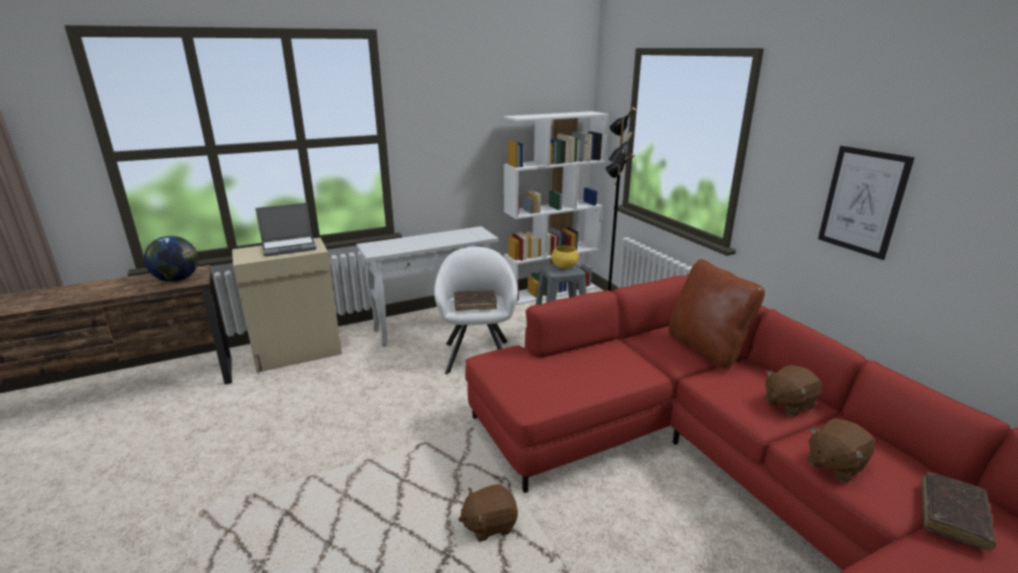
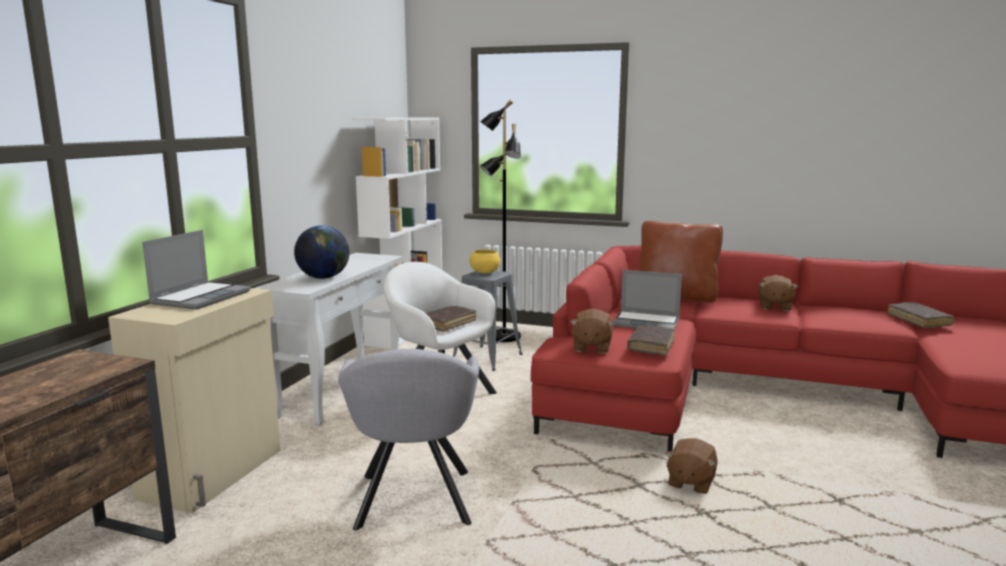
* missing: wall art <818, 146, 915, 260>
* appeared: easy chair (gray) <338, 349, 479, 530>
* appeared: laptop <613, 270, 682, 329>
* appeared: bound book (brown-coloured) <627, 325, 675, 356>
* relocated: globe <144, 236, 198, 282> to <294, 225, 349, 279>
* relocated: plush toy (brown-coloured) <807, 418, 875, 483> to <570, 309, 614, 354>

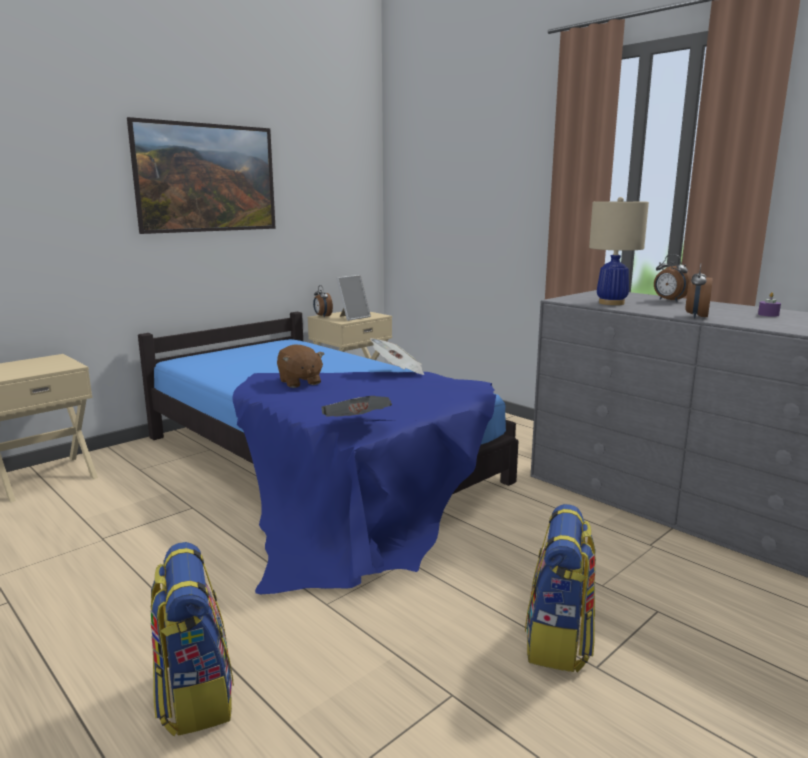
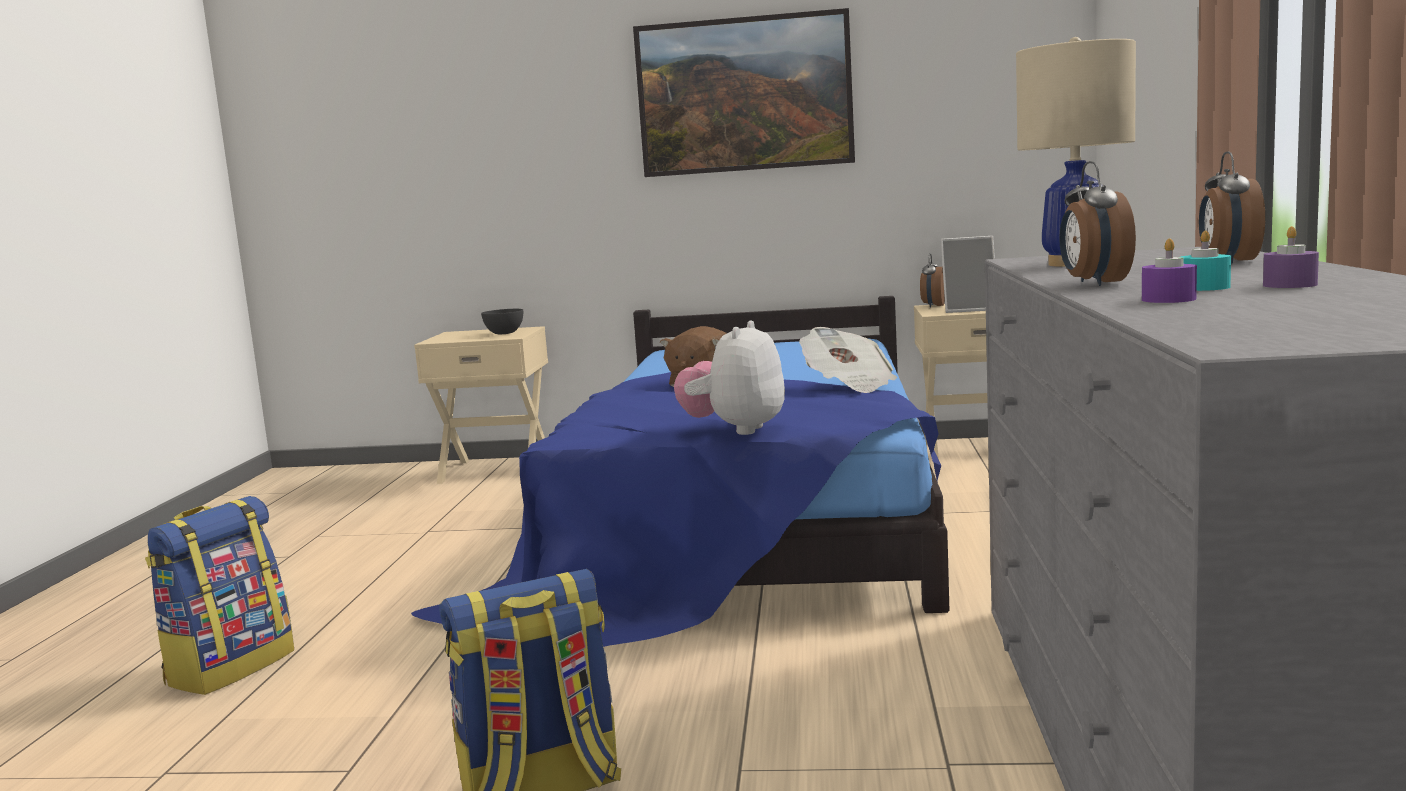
* missing: newspaper <321, 396, 392, 417>
* appeared: bowl (gray) <481, 309, 523, 334>
* appeared: plush toy <674, 321, 785, 435>
* appeared: wax candle (purple-coloured) <1142, 239, 1197, 303>
* appeared: wax candle (blue-green) <1181, 230, 1231, 291>
* spun: table clock <685, 264, 713, 318> = <1059, 161, 1136, 286> 75 degrees counterclockwise

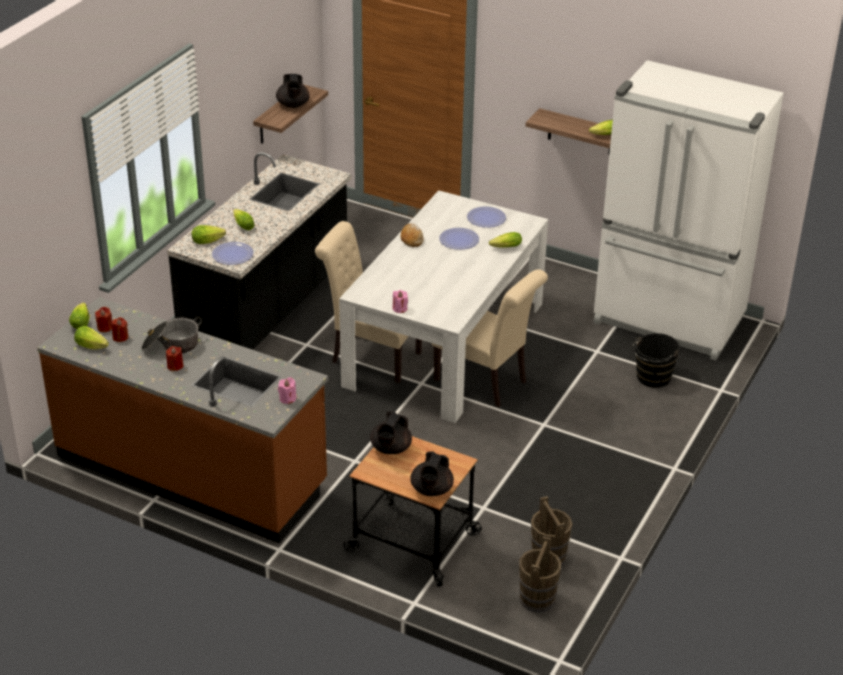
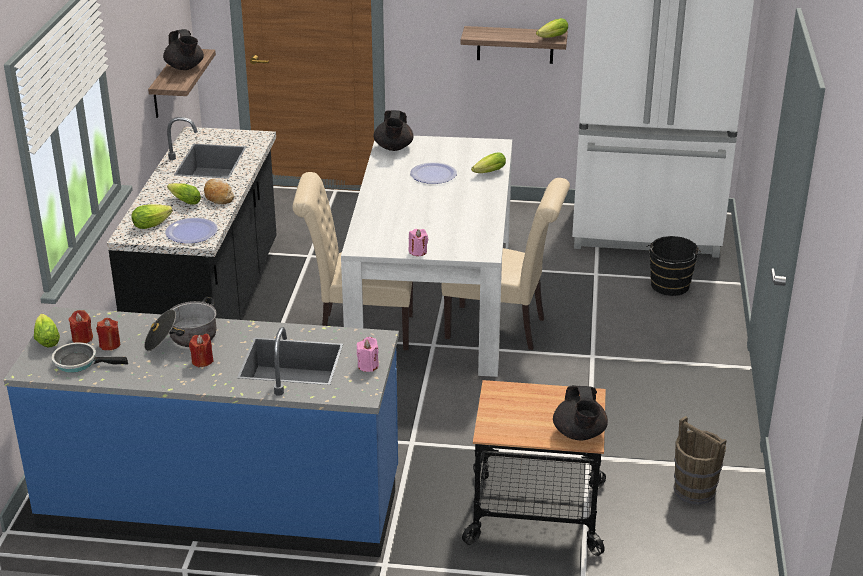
* missing: flat dish <467, 206, 506, 228>
* missing: bucket (brown-coloured) <519, 536, 561, 612>
* relocated: tea pot (blackish) <370, 411, 412, 454> to <374, 110, 414, 151>
* relocated: bakery bread <401, 223, 424, 247> to <204, 178, 234, 204>
* exchanged: lettuce head <74, 326, 109, 349> to frying pan <52, 342, 128, 372>
* colour: kitchen counter (brown-coloured) <37, 297, 328, 544> to kitchen counter (blue) <4, 307, 399, 557>

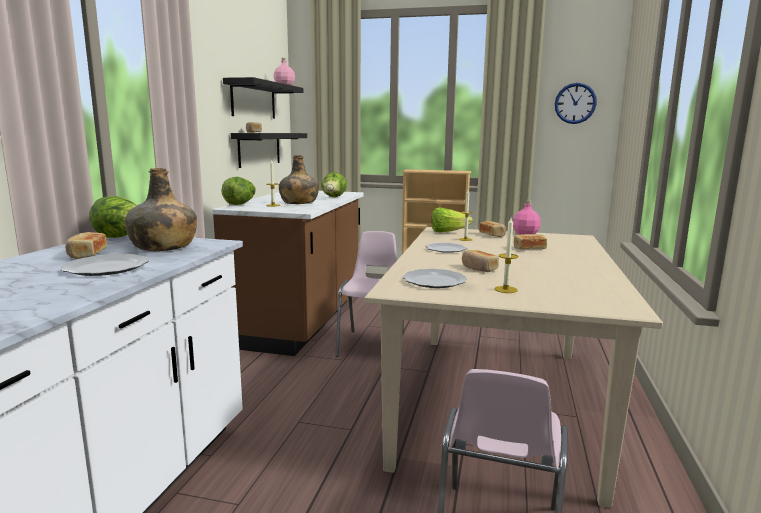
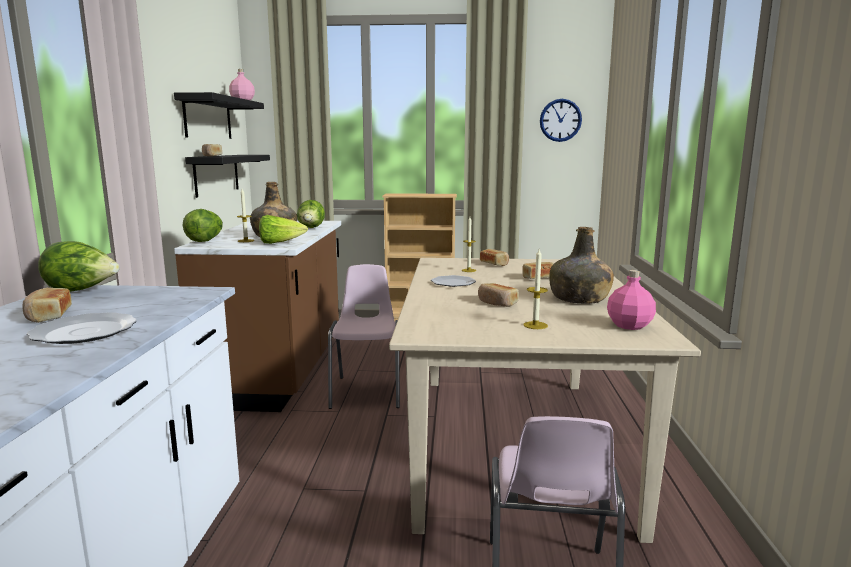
* missing: flat dish <403, 269, 467, 288>
* relocated: beverage bottle (greenish) <125, 168, 197, 251> to <549, 227, 614, 304>
* relocated: lettuce head <432, 207, 473, 232> to <259, 215, 308, 244>
* relocated: beverage bottle (pink) <513, 200, 541, 235> to <607, 270, 656, 330>

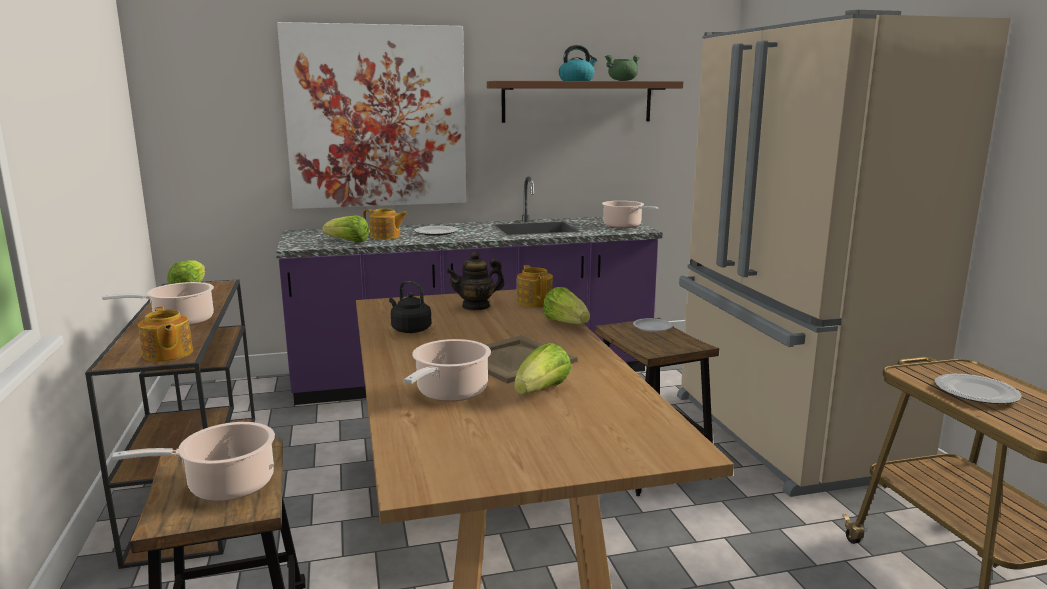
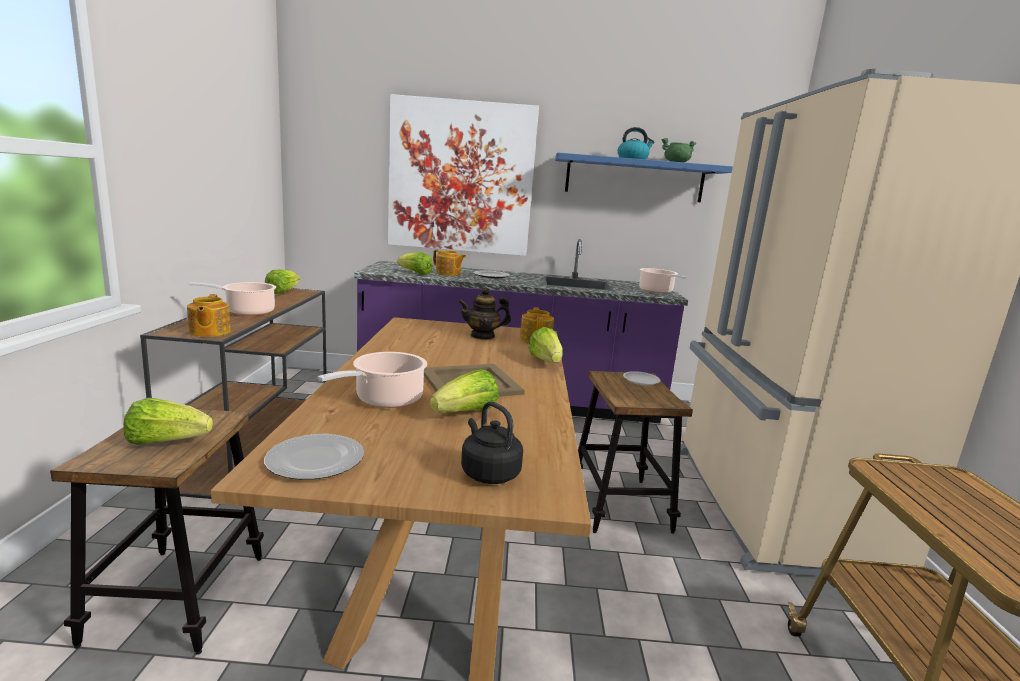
* relocated: tea kettle (blackish) <389, 281, 432, 333> to <461, 401, 523, 484>
* relocated: flat dish <934, 374, 1022, 404> to <264, 434, 364, 480>
* exchanged: cooking pot <112, 422, 275, 501> to lettuce head <123, 398, 213, 445>
* colour: shelf (brown-coloured) <487, 81, 683, 123> to shelf (blue) <555, 153, 733, 202>

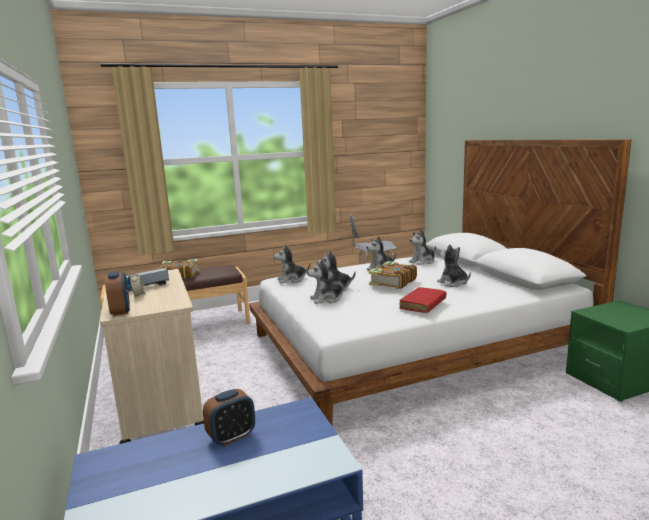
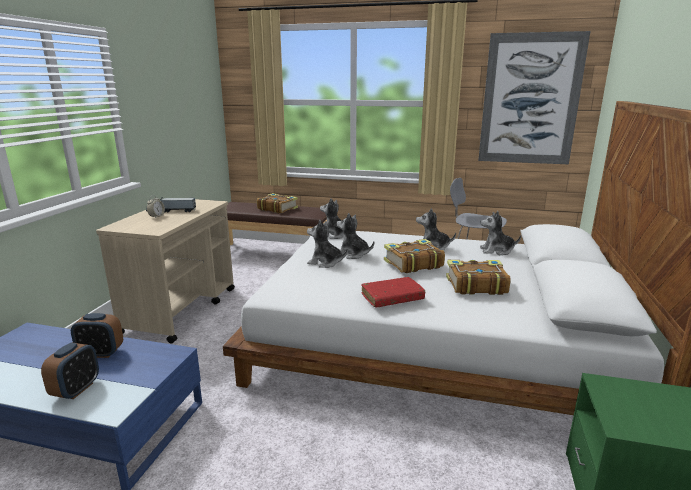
* appeared: wall art <478, 31, 590, 164>
* relocated: table clock <105, 271, 130, 316> to <41, 343, 99, 399>
* exchanged: plush toy <437, 244, 471, 287> to bound book <446, 260, 511, 295>

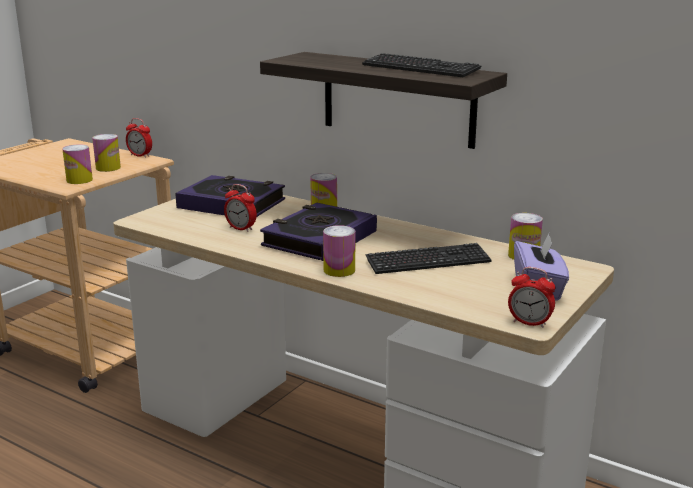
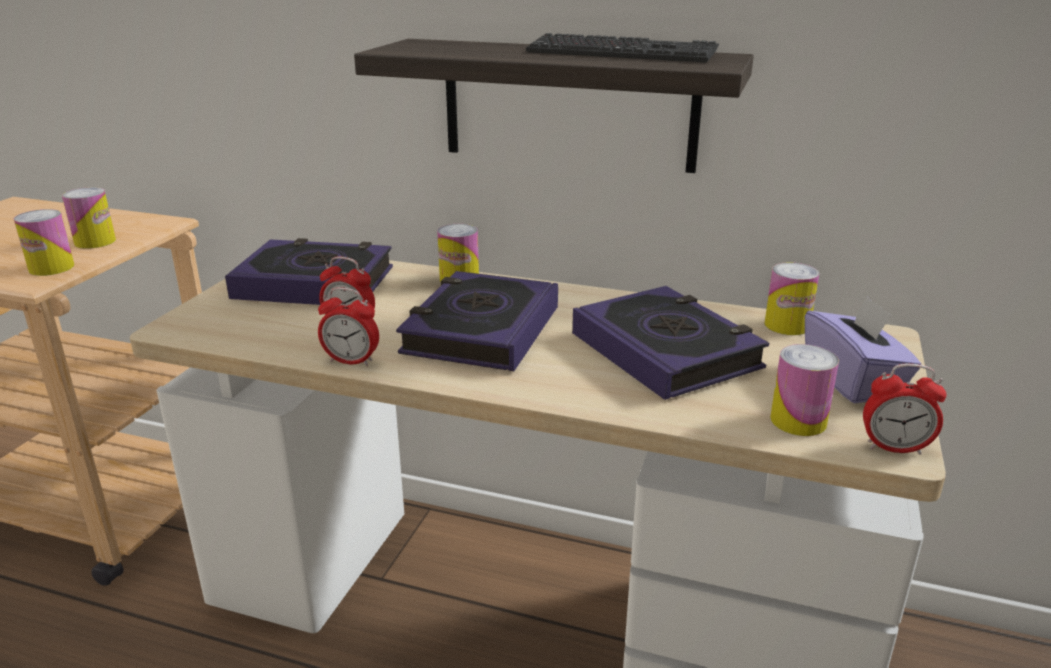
* relocated: table clock <126, 118, 152, 158> to <318, 287, 379, 366>
* relocated: metal can <323, 225, 355, 277> to <770, 344, 839, 436>
* exchanged: PC keyboard <366, 243, 492, 274> to bound book <572, 286, 769, 400>

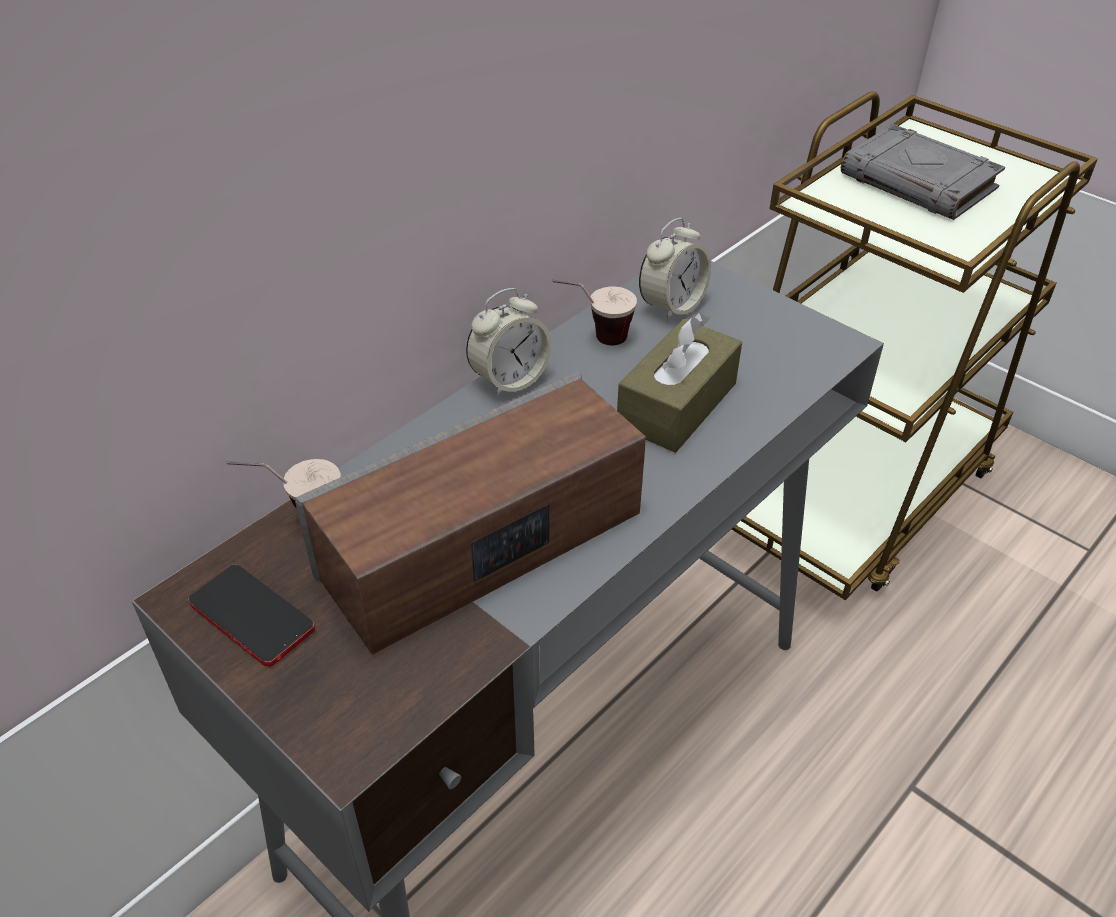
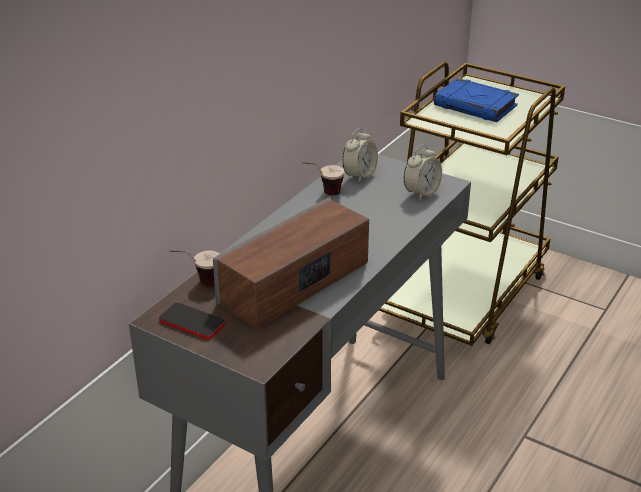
* missing: box of tissues (brown-coloured) <617, 313, 742, 453>
* relocated: table clock <466, 288, 551, 398> to <404, 144, 442, 200>
* colour: bound book (gray) <841, 124, 1005, 220> to bound book (blue) <434, 78, 519, 122>

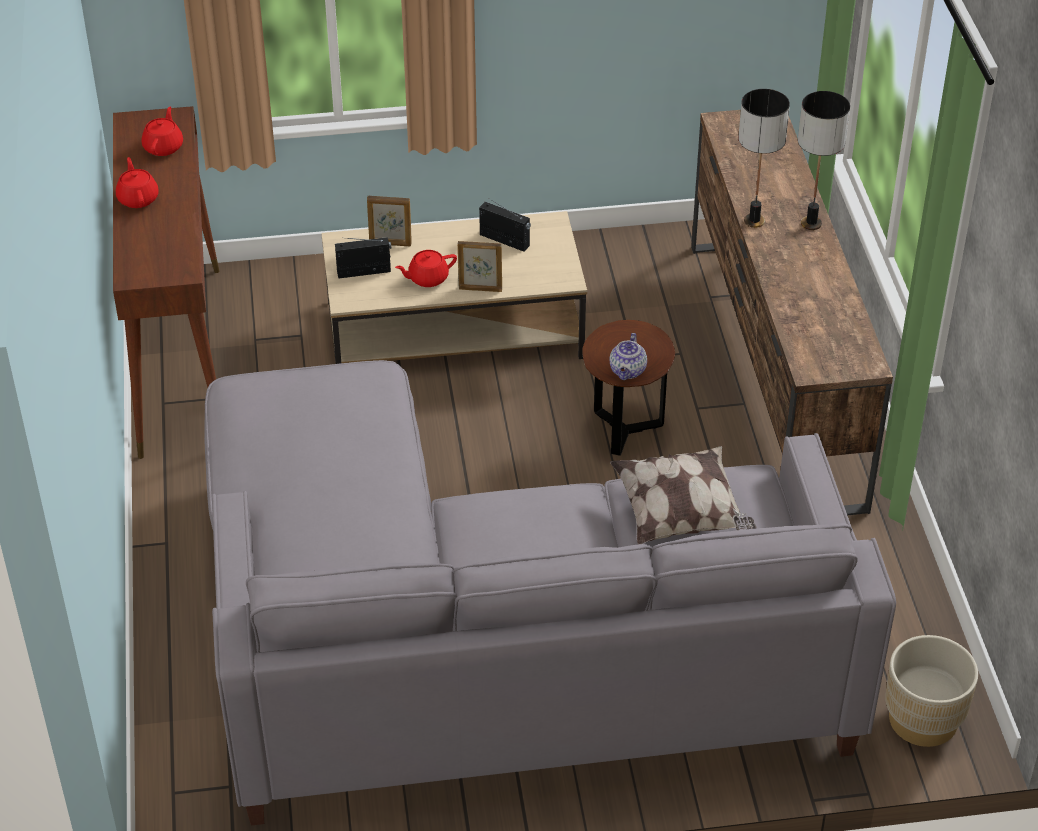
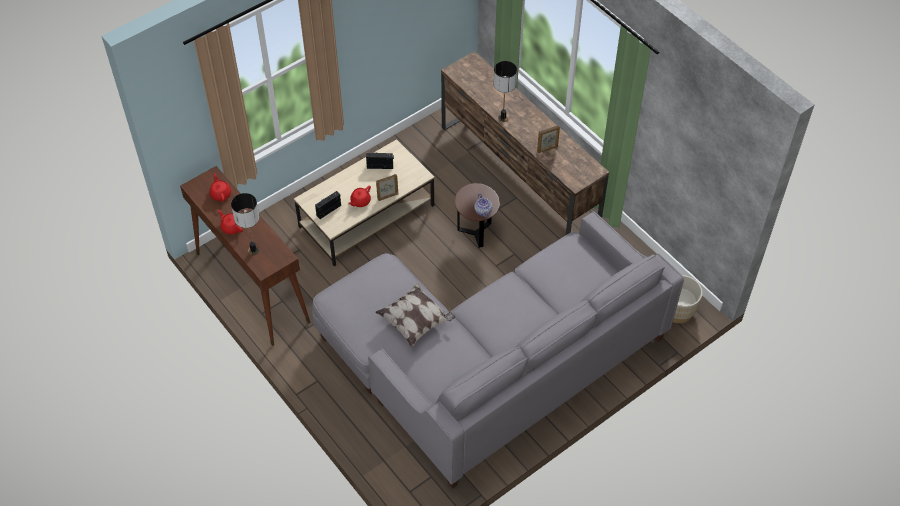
* relocated: photo frame <367, 196, 412, 246> to <537, 125, 560, 153>
* relocated: pillow <610, 446, 756, 544> to <375, 282, 455, 347>
* relocated: table lamp <798, 91, 850, 230> to <231, 193, 260, 256>

